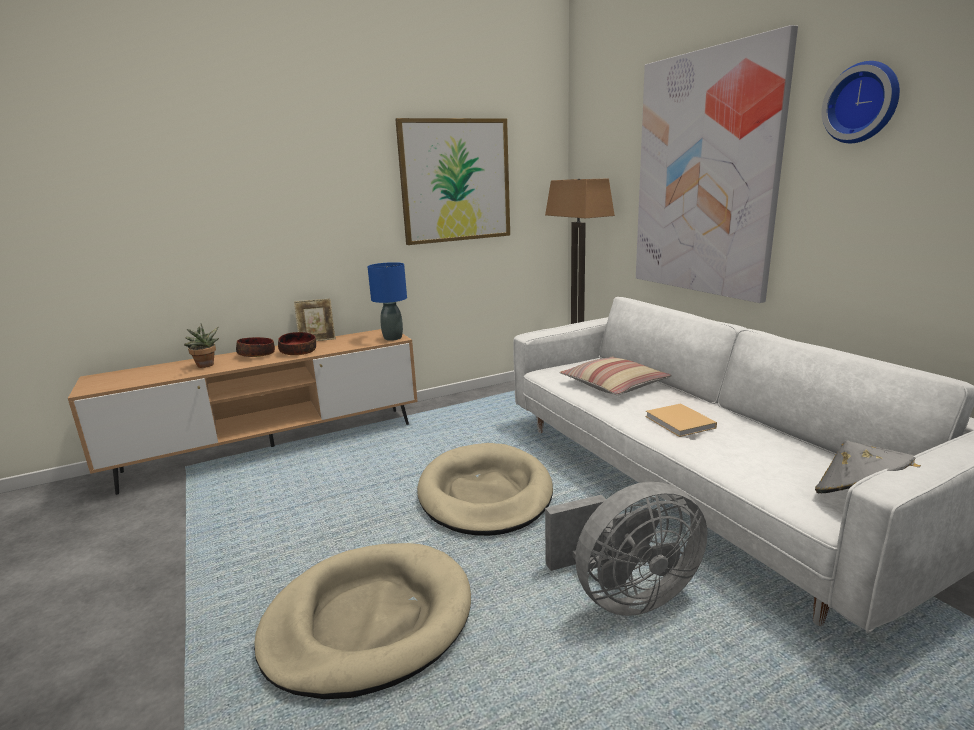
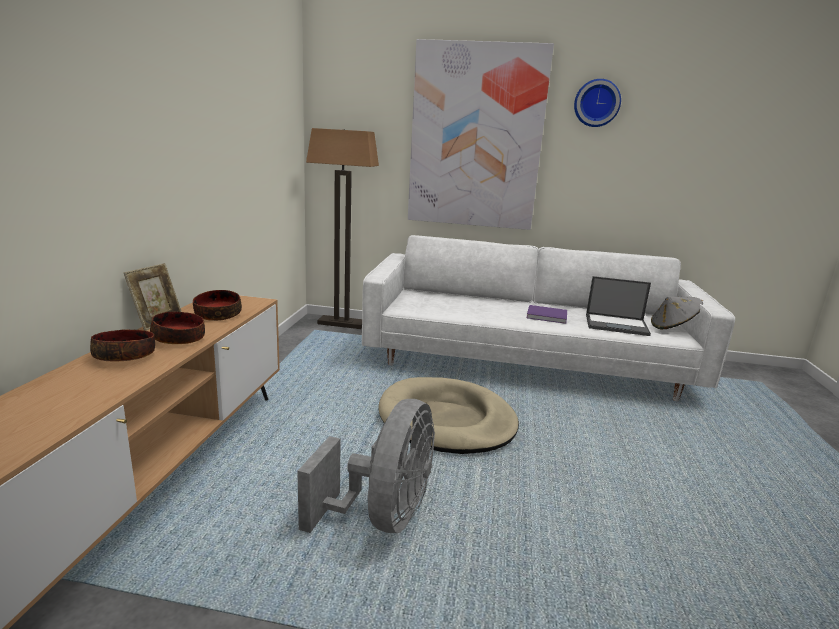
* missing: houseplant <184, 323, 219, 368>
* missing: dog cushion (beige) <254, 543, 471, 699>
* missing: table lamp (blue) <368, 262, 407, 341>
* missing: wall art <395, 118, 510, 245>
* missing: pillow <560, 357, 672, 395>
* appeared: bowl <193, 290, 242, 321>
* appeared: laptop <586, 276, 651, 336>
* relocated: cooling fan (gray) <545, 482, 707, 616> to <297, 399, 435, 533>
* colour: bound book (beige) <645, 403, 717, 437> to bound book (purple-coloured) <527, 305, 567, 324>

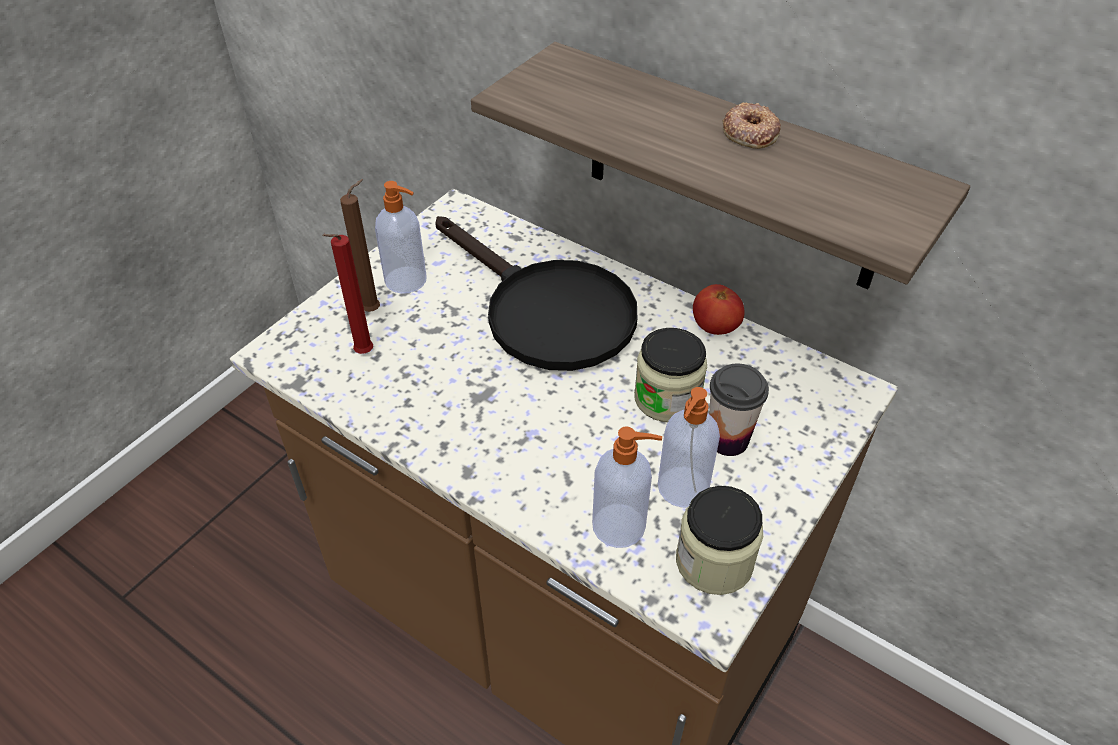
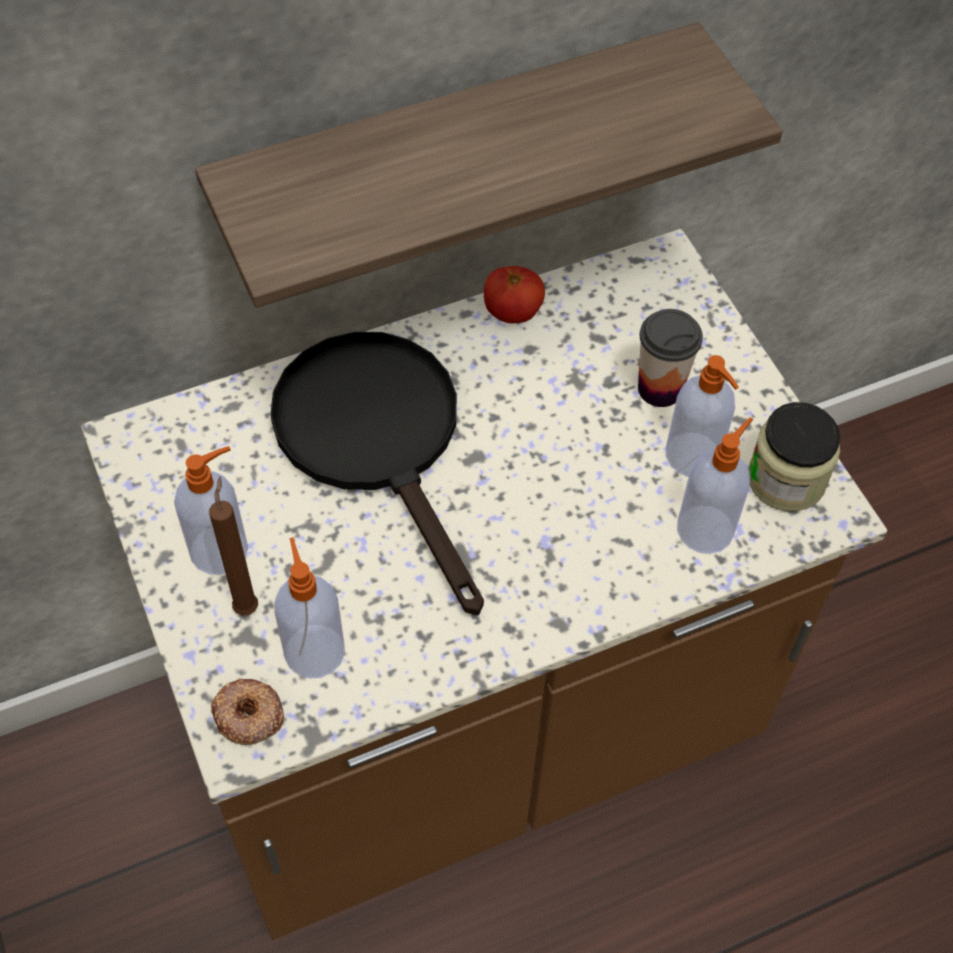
* missing: storage jar <634, 328, 707, 422>
* relocated: doughnut <722, 103, 781, 149> to <211, 678, 284, 745>
* exchanged: wax candle (red-coloured) <322, 234, 373, 354> to soap bottle <274, 537, 345, 679>
* spun: frying pan (blackish) <435, 216, 637, 371> = <270, 332, 484, 615> 105 degrees counterclockwise

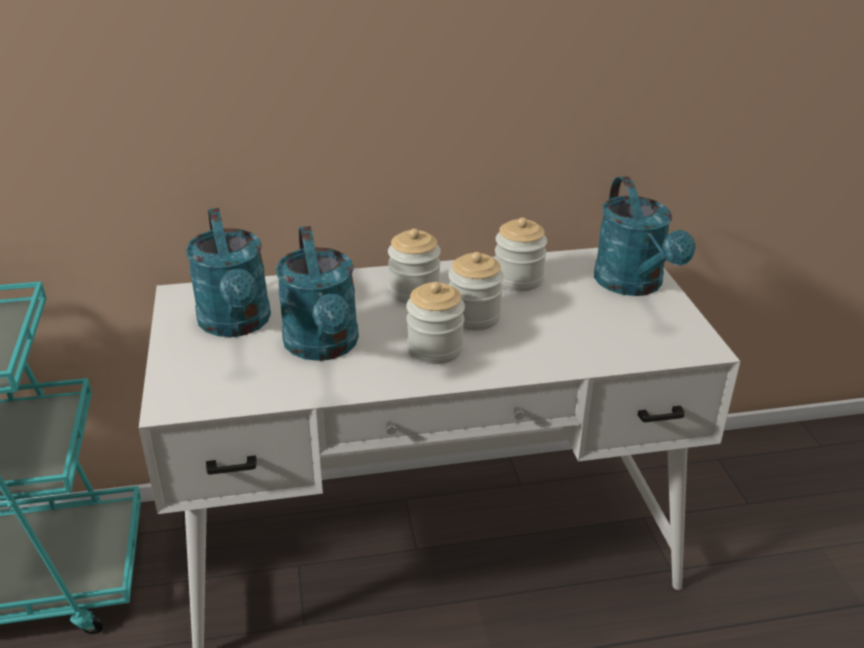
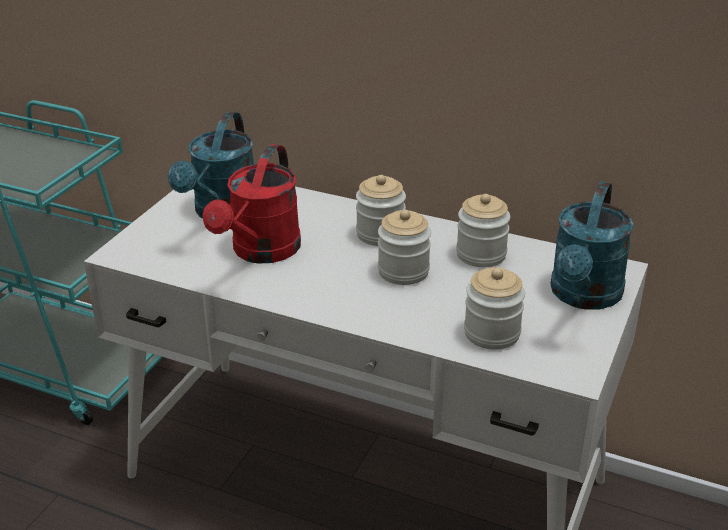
* relocated: storage jar <406, 282, 465, 364> to <464, 267, 525, 350>
* colour: watering pot (blue-green) <276, 226, 359, 361> to watering pot (red-coloured) <203, 144, 301, 263>

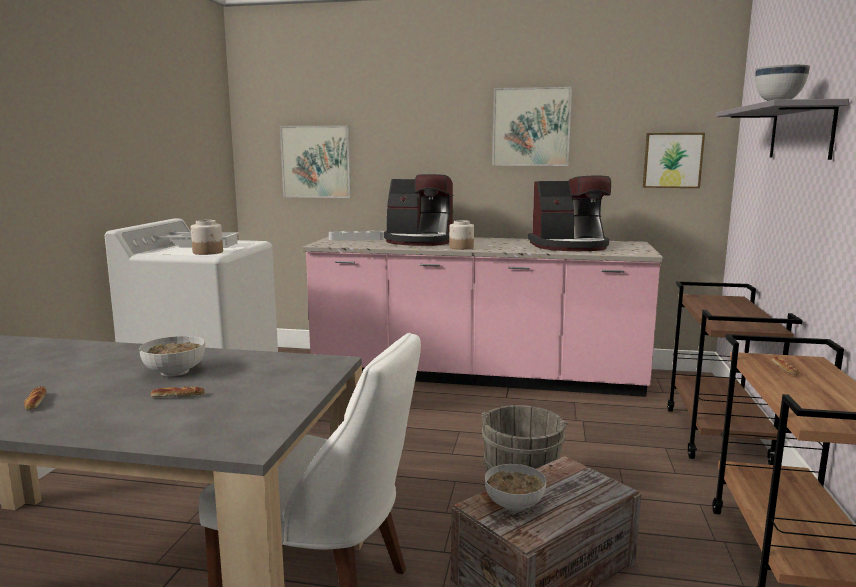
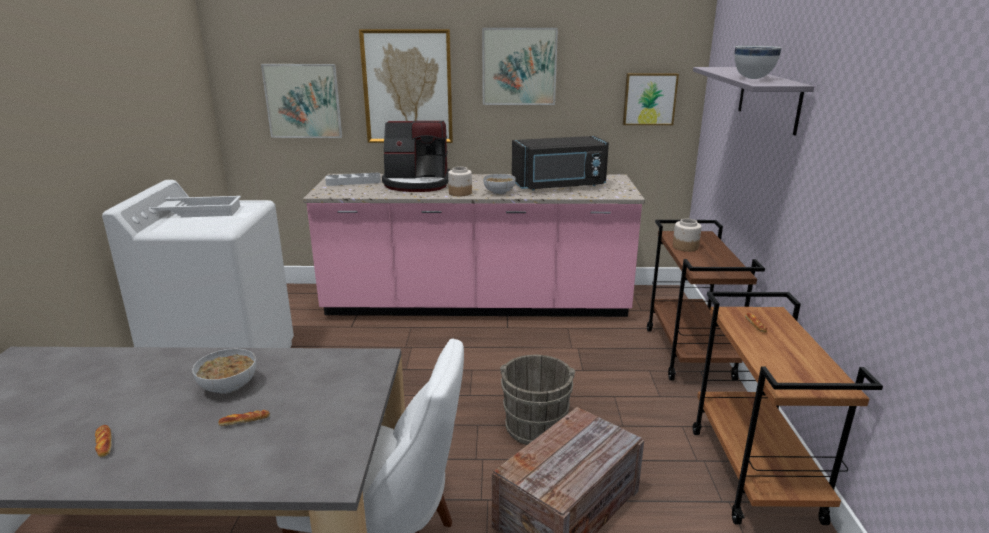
* appeared: wall art <359, 29, 453, 143>
* relocated: storage jar <191, 220, 223, 255> to <673, 219, 702, 252>
* relocated: bowl <485, 464, 546, 511> to <483, 174, 516, 195>
* exchanged: coffee machine <528, 176, 611, 251> to kitchen microwave (blackish) <512, 136, 609, 190>

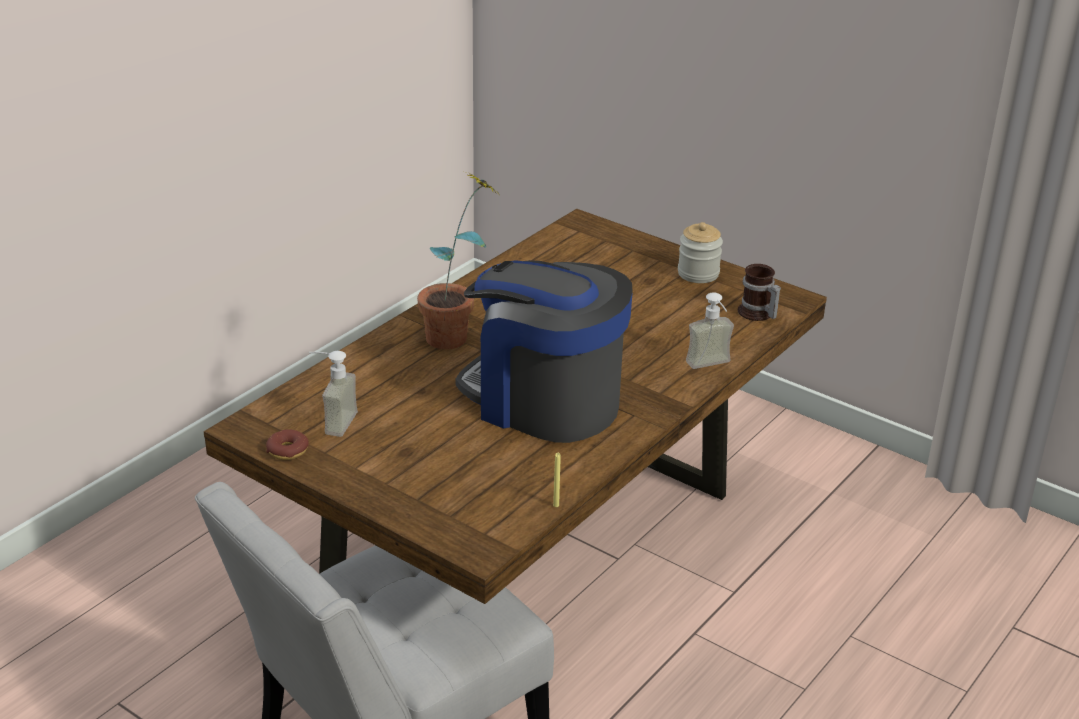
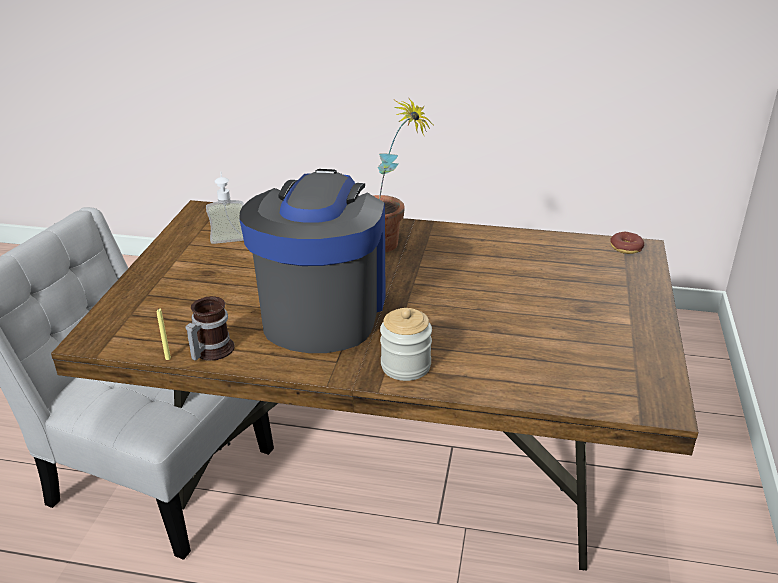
* missing: soap bottle <686, 292, 734, 369>
* relocated: doughnut <266, 429, 309, 460> to <610, 232, 644, 254>
* relocated: storage jar <678, 222, 723, 283> to <380, 308, 432, 381>
* relocated: tea mug <738, 264, 781, 321> to <185, 296, 235, 361>

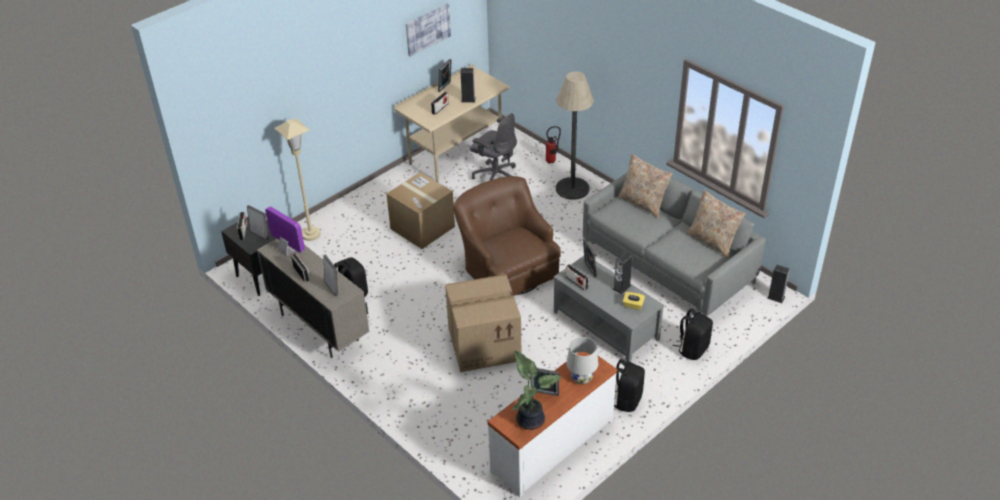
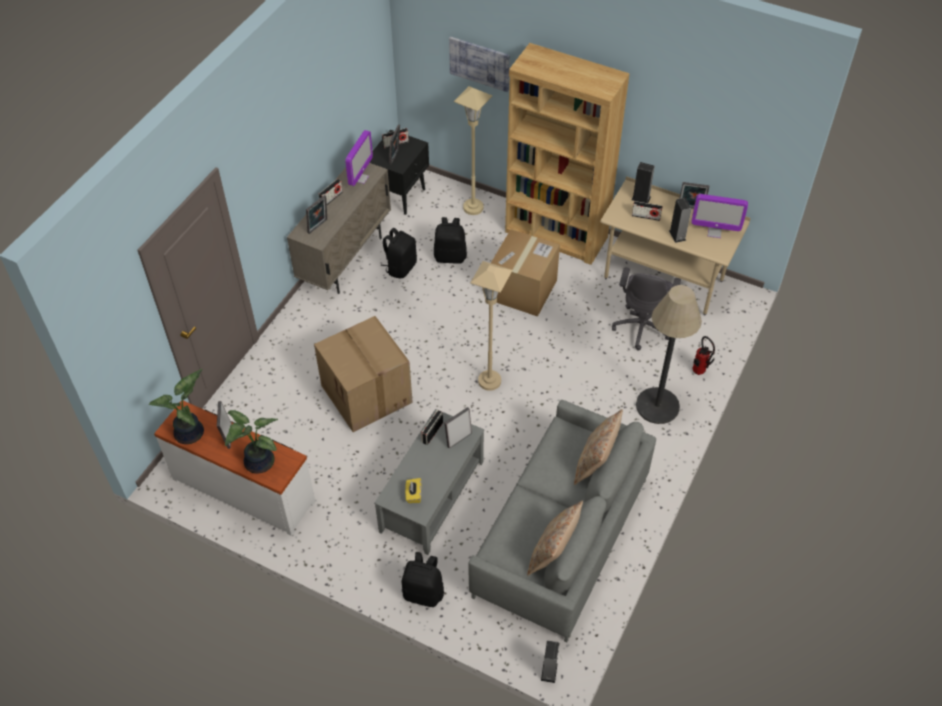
* appeared: bookcase (brown-coloured) <505, 43, 630, 265>
* appeared: computer screen <691, 194, 748, 238>
* relocated: wall art <406, 3, 451, 57> to <449, 37, 510, 92>
* relocated: audio speaker <613, 252, 633, 294> to <632, 162, 655, 203>
* relocated: knapsack (blackish) <614, 359, 645, 412> to <434, 217, 467, 264>
* exchanged: easy chair (brown-coloured) <453, 176, 561, 296> to floor lamp (beige) <470, 261, 513, 391>
* exchanged: table lamp (white-coloured) <566, 337, 598, 385> to houseplant <225, 410, 278, 474>

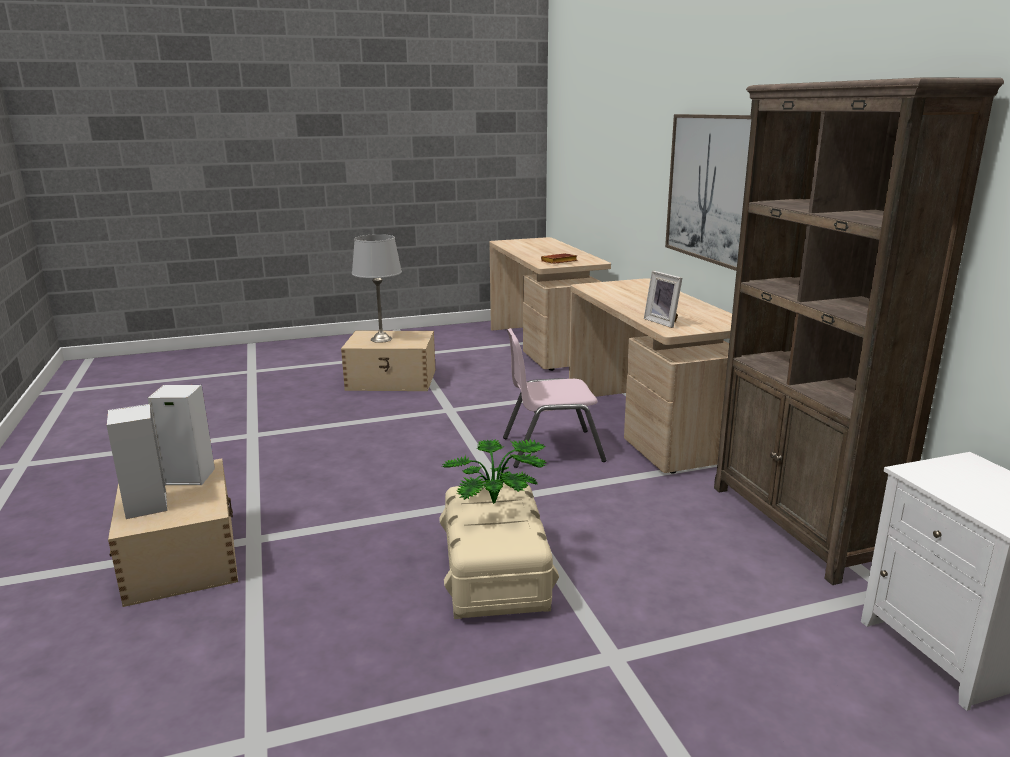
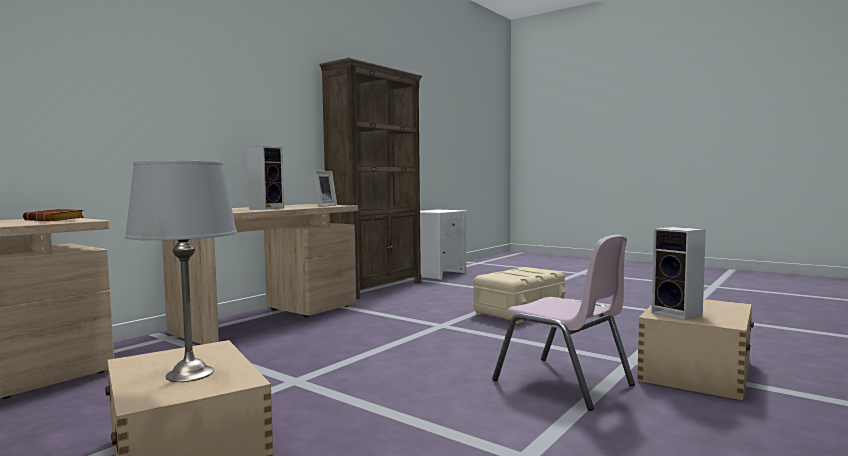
* missing: houseplant <442, 439, 547, 504>
* missing: wall art <665, 114, 751, 271>
* relocated: audio speaker <107, 404, 167, 519> to <247, 146, 284, 210>
* relocated: plain chair (pink) <503, 328, 607, 468> to <492, 235, 635, 411>

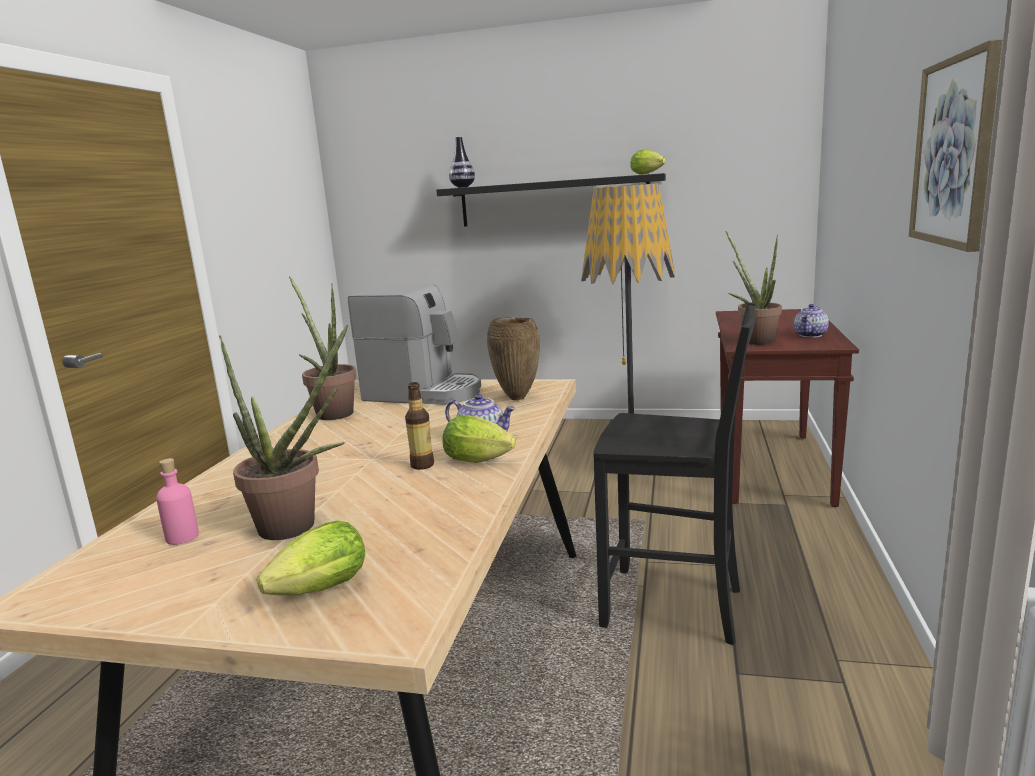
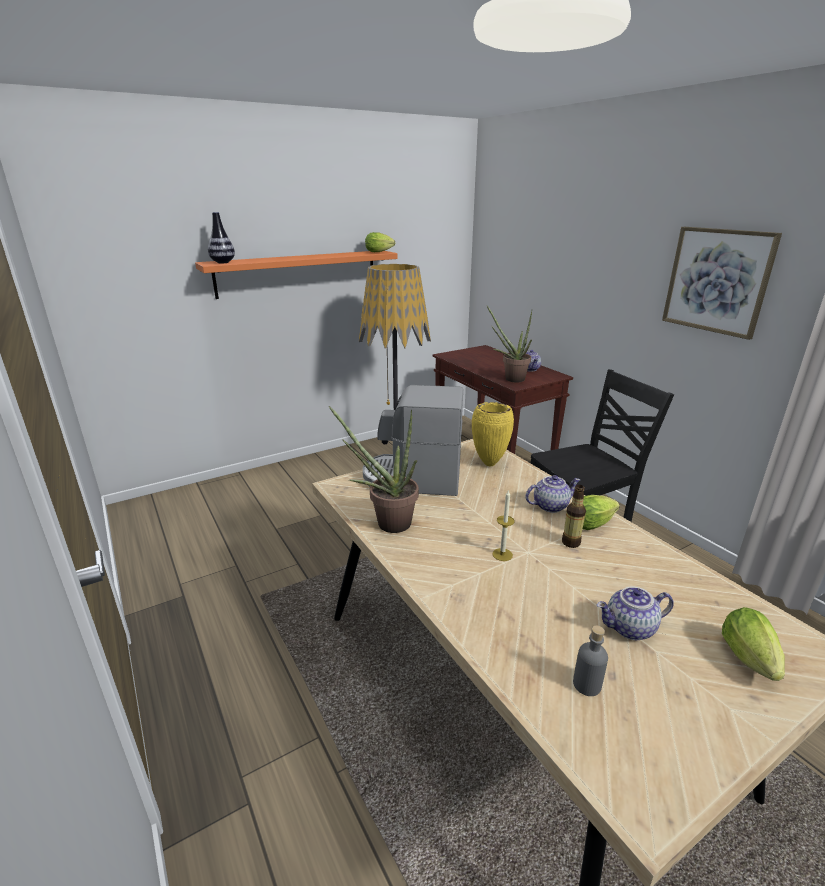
* appeared: wax candle <492, 489, 515, 561>
* exchanged: houseplant <219, 325, 348, 540> to tea pot <597, 587, 674, 640>
* colour: beverage bottle (pink) <156, 458, 199, 545> to beverage bottle (gray) <573, 625, 608, 696>
* colour: shelf (blackish) <436, 173, 666, 226> to shelf (orangey) <195, 251, 398, 299>
* colour: decorative vase (brown-coloured) <487, 317, 540, 400> to decorative vase (yellow) <472, 402, 514, 466>
* spun: coffee machine <348, 285, 481, 405> = <363, 385, 463, 496> 150 degrees counterclockwise

